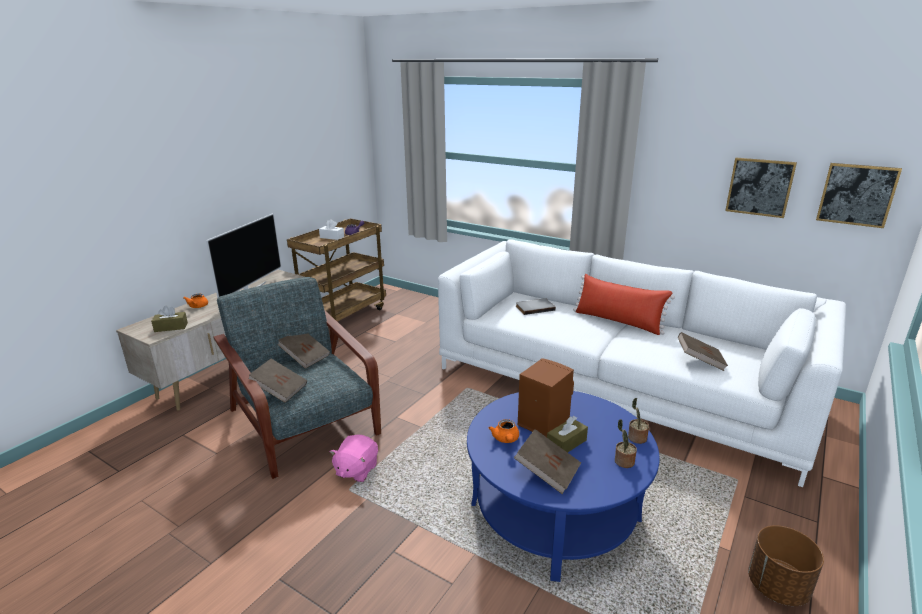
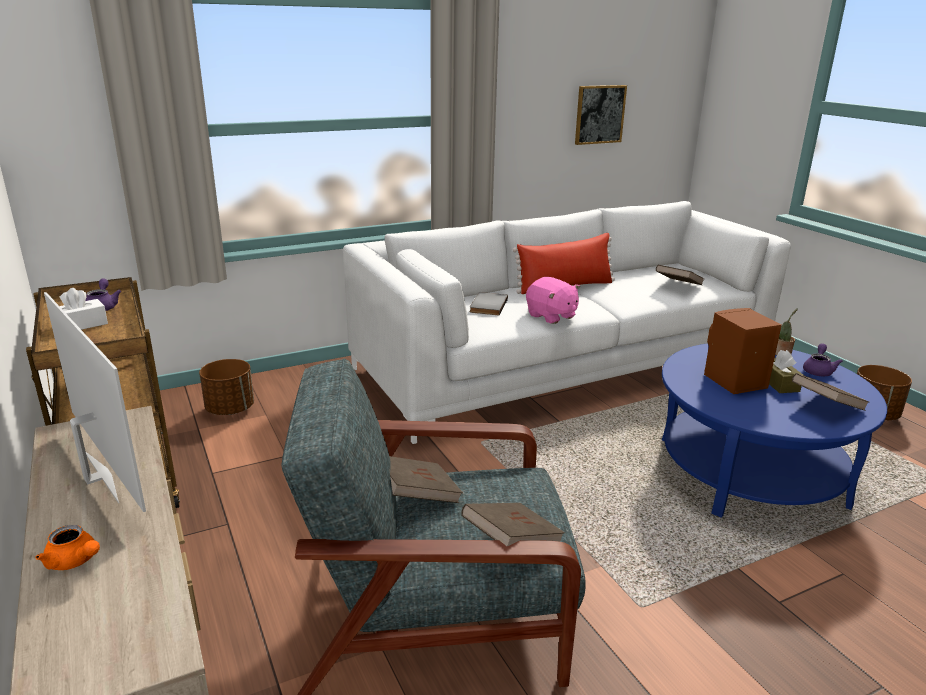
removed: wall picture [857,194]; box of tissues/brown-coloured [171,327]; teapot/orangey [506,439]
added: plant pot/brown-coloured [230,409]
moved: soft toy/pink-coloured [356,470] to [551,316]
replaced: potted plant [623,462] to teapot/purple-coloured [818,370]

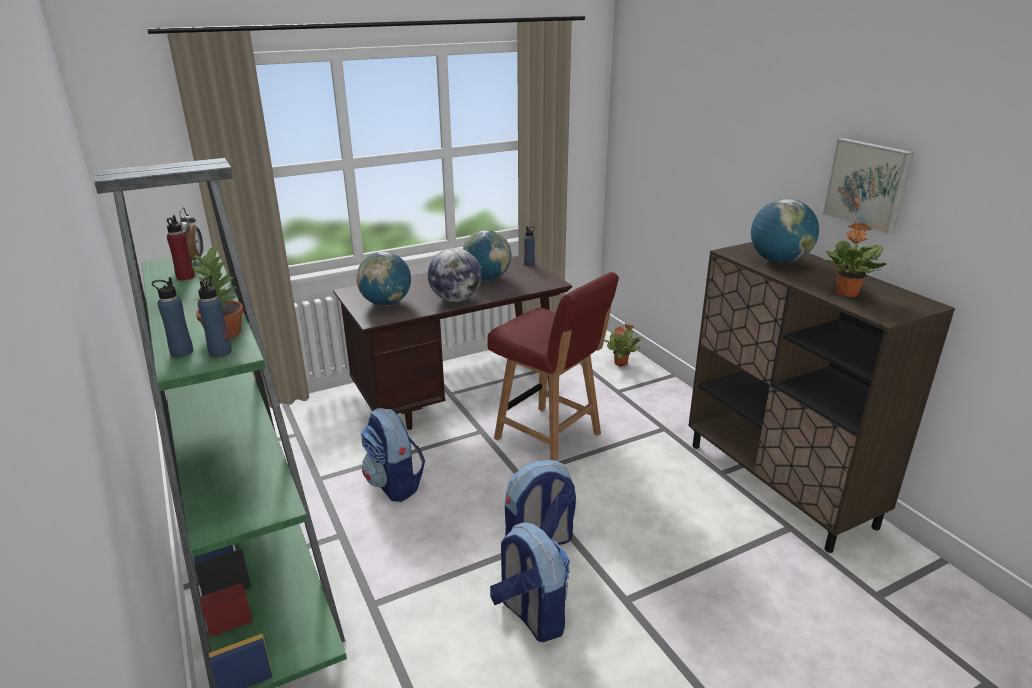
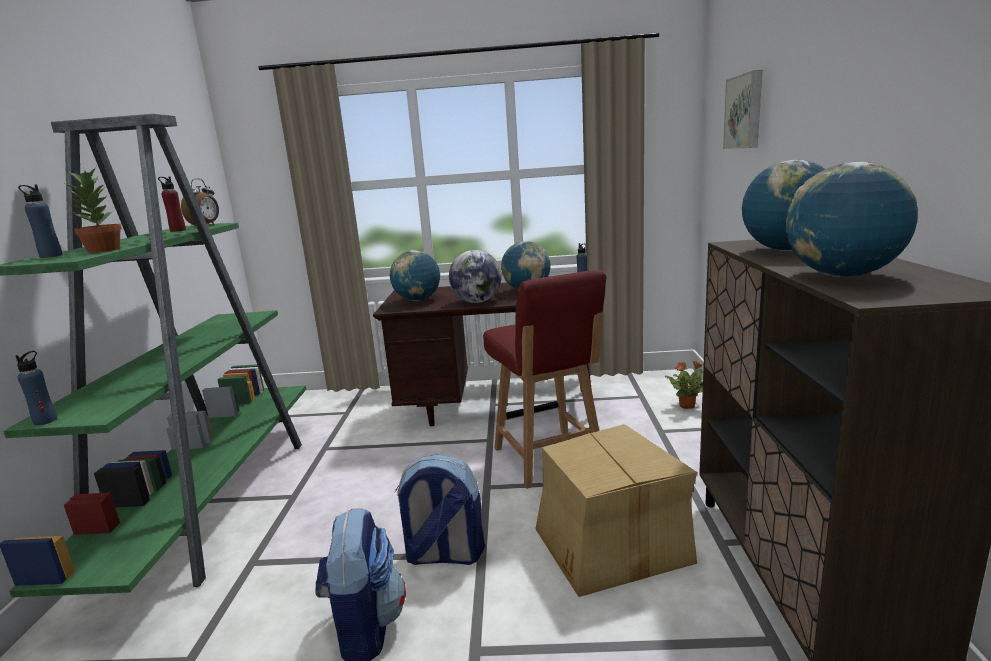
removed: backpack [395,484]
added: carton [610,544]
moved: wall picture [868,184] to [745,112]; drink bottle/blue-coloured [220,352] to [45,421]
replaced: potted plant [846,293] to world globe [842,276]

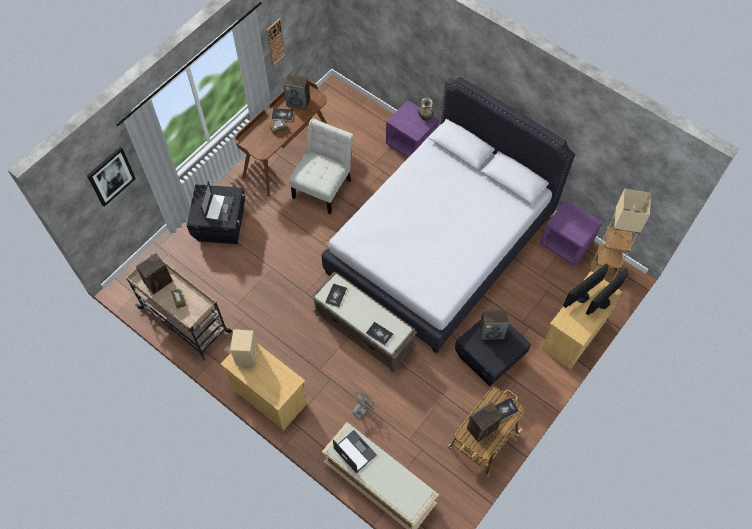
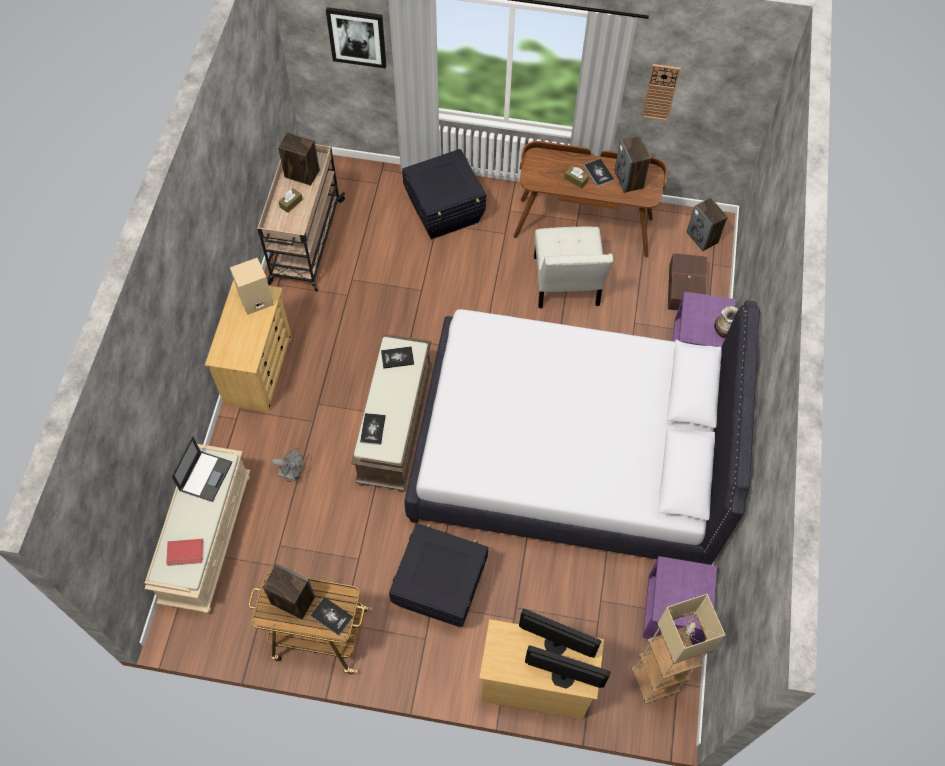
removed: portable computer [219,207]
added: storage container/brown-coloured [684,289]; bound book/red-coloured [185,553]
moved: audio speaker [491,331] to [702,237]
turned: chair/white-coloured [323,186] = [566,285] 90 degrees clockwise

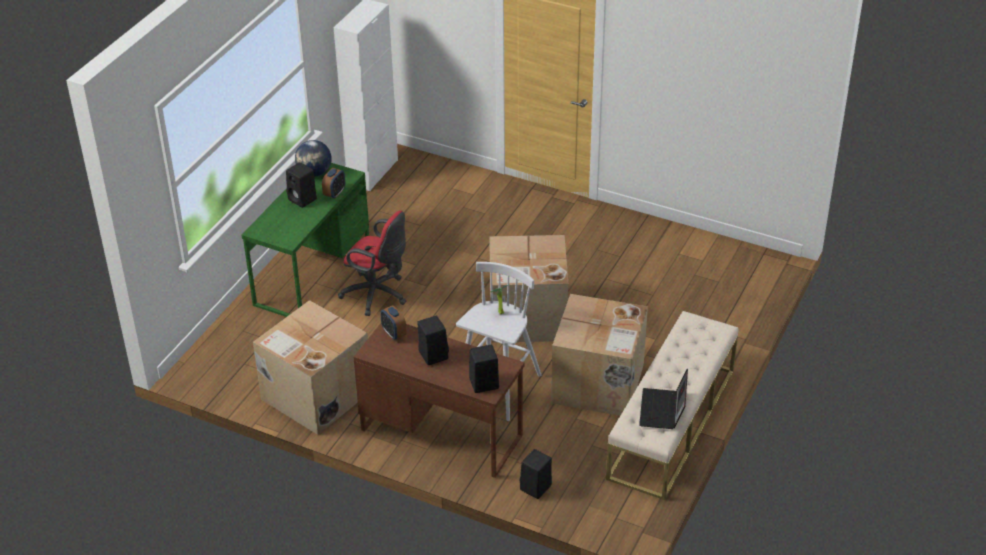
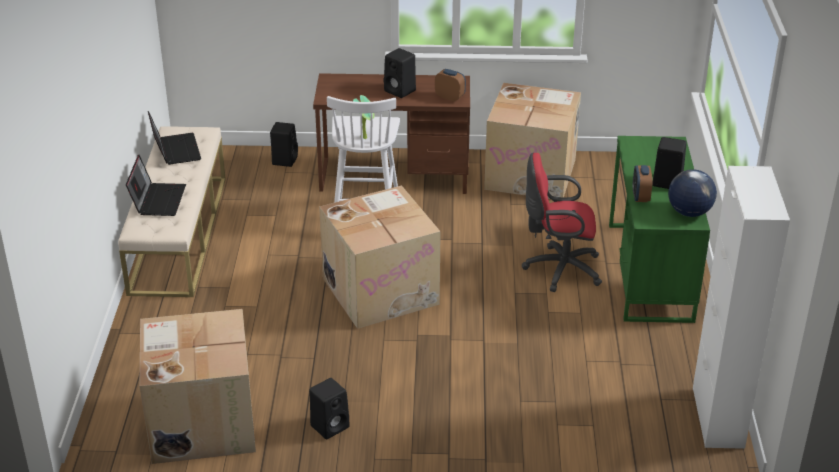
added: portable computer [158,200]
moved: carton [599,384] to [200,421]; audio speaker/black-coloured [483,384] to [330,426]

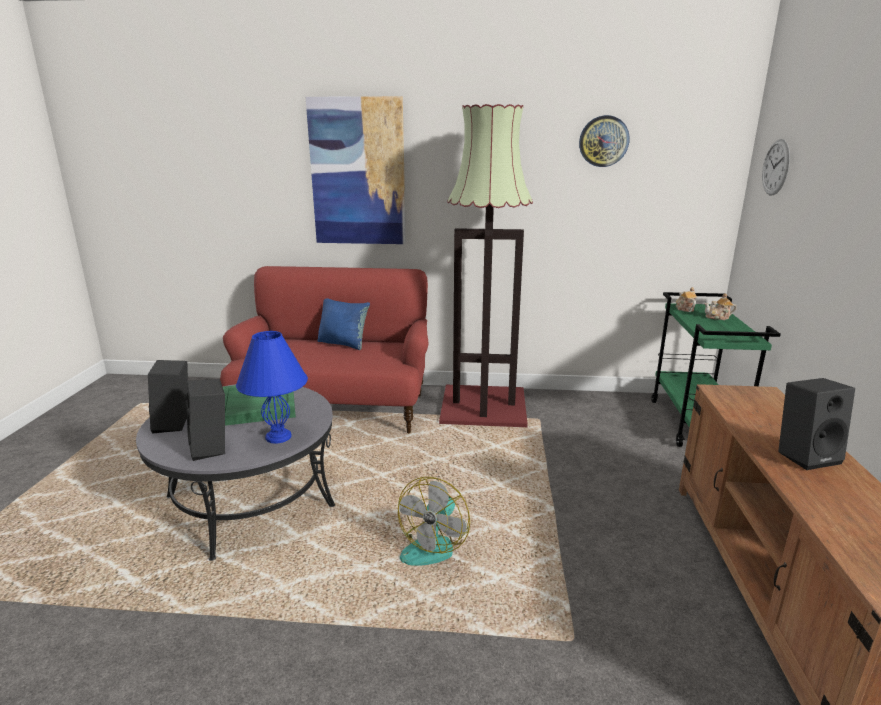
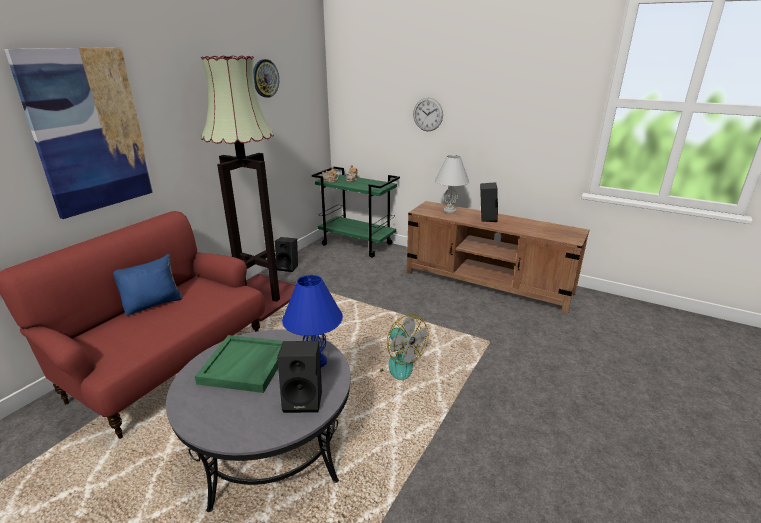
added: table lamp/white-coloured [449,210]
moved: wall clock [776,167] to [428,114]; audio speaker/black-coloured [175,424] to [288,267]

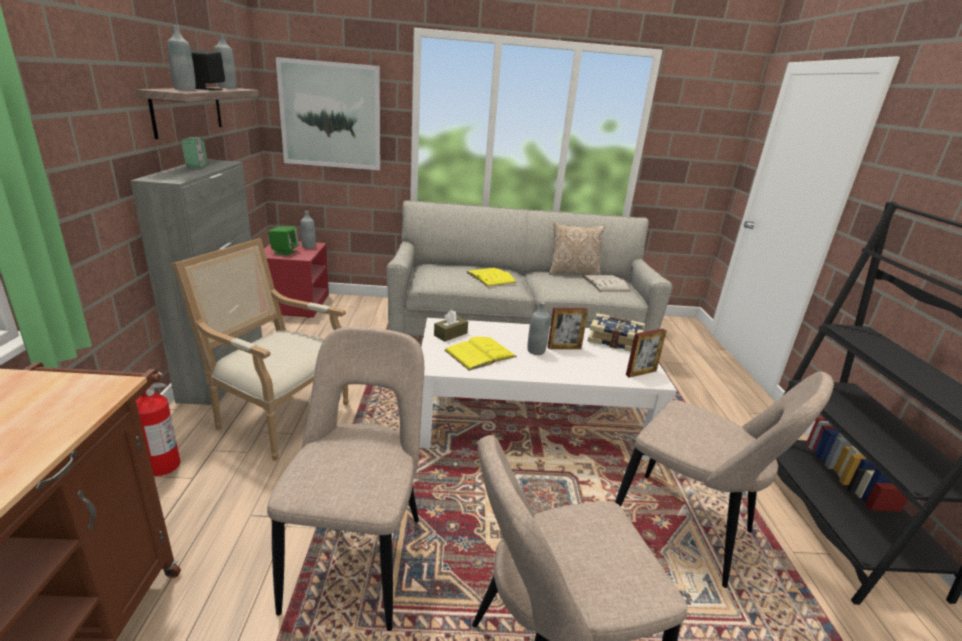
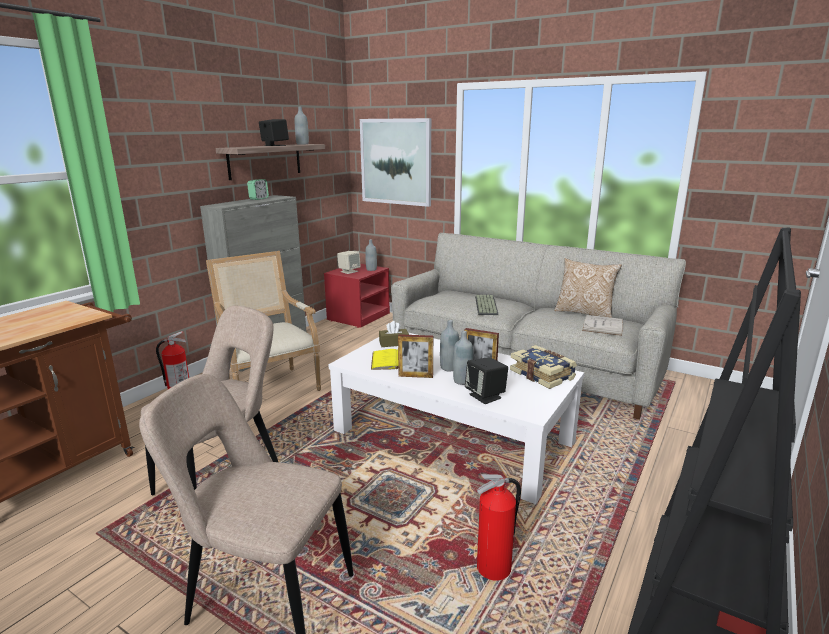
added: audio speaker/black-coloured [485,396]
moved: drink bottle/gray [185,89] to [462,381]; picture frame [641,373] to [415,376]
replaced: bound book/yellowish [490,277] to computer keyboard [485,305]; chair/beige [687,531] to fire-fighting cylinder [494,568]
recoloured: audio speaker/green-coloured [284,252] to audio speaker/beige [349,271]

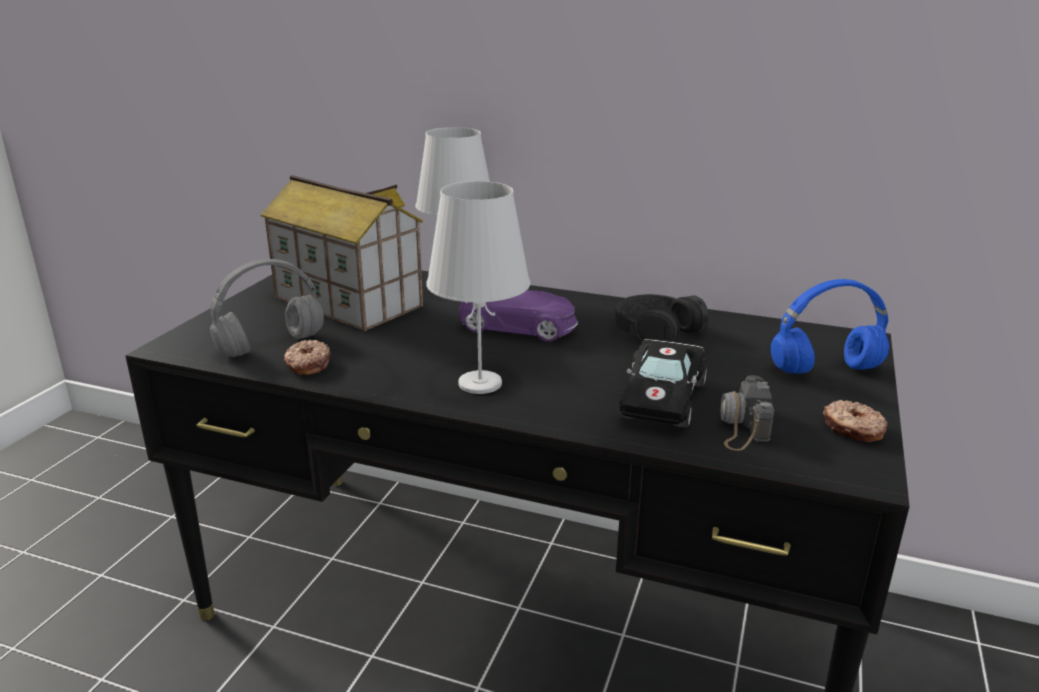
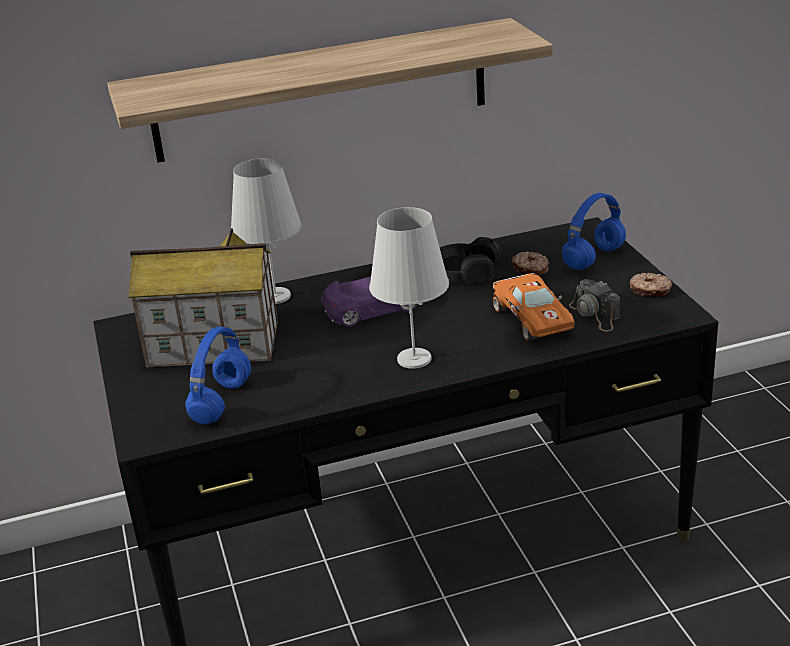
added: wall shelf [321,90]
moved: ring doughnut [307,364] to [530,269]
recoloured: headset/gray [272,345] to headset/blue-coloured [221,401]; model car/black-coloured [662,397] to model car/orangey [532,317]

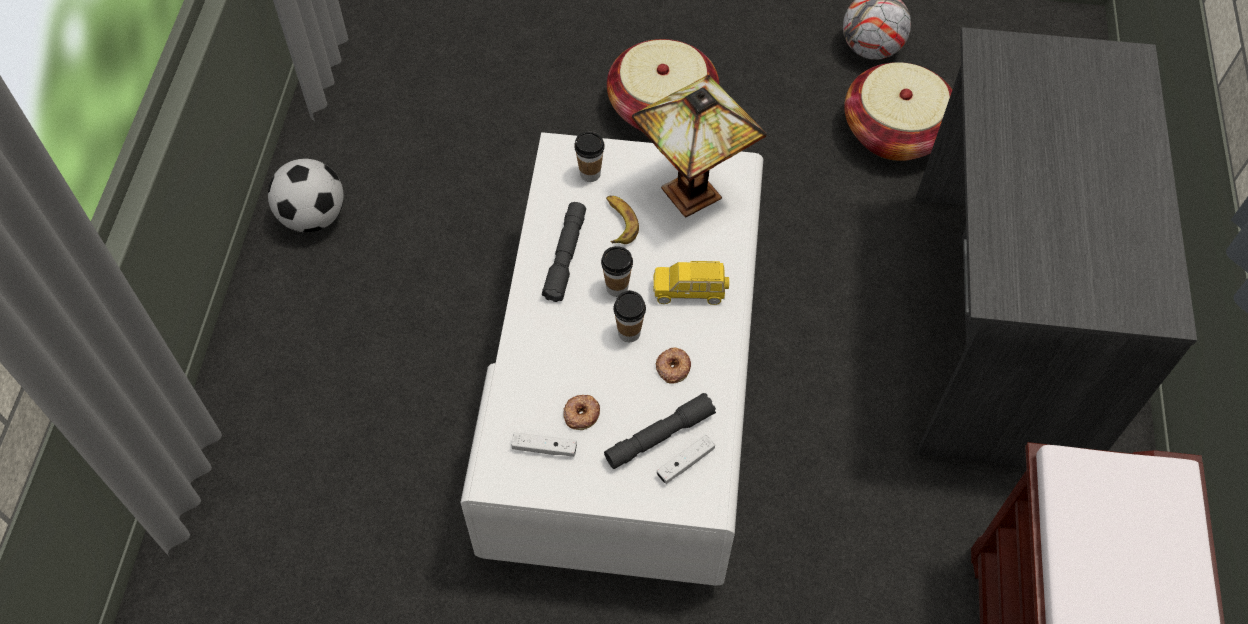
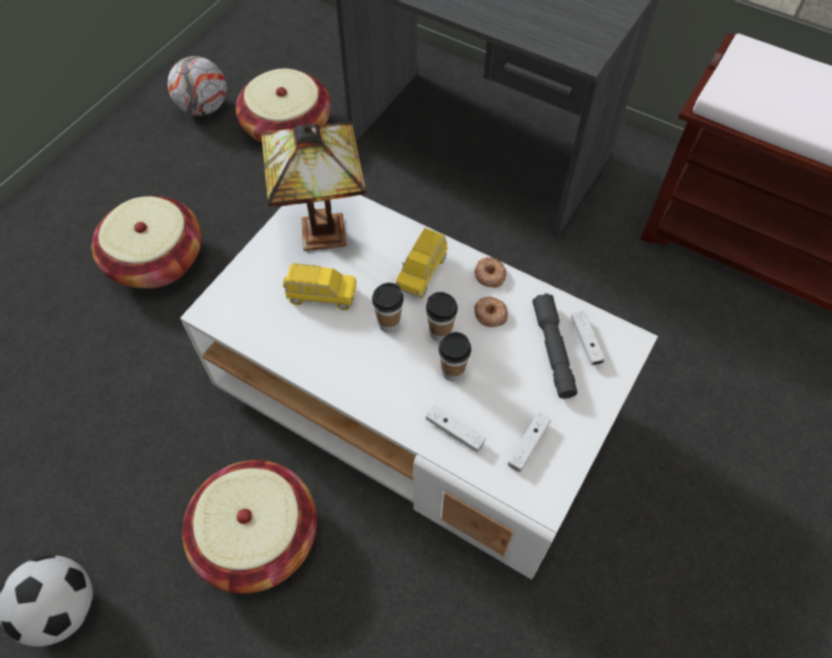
removed: hand torch/gray [565,256]
added: game controller/white-coloured [454,432]; basket [257,536]
moved: cup [590,174] to [452,372]; ring doughnut [581,414] to [489,275]
replaced: whole banana [619,222] to model car/yellowish [321,295]

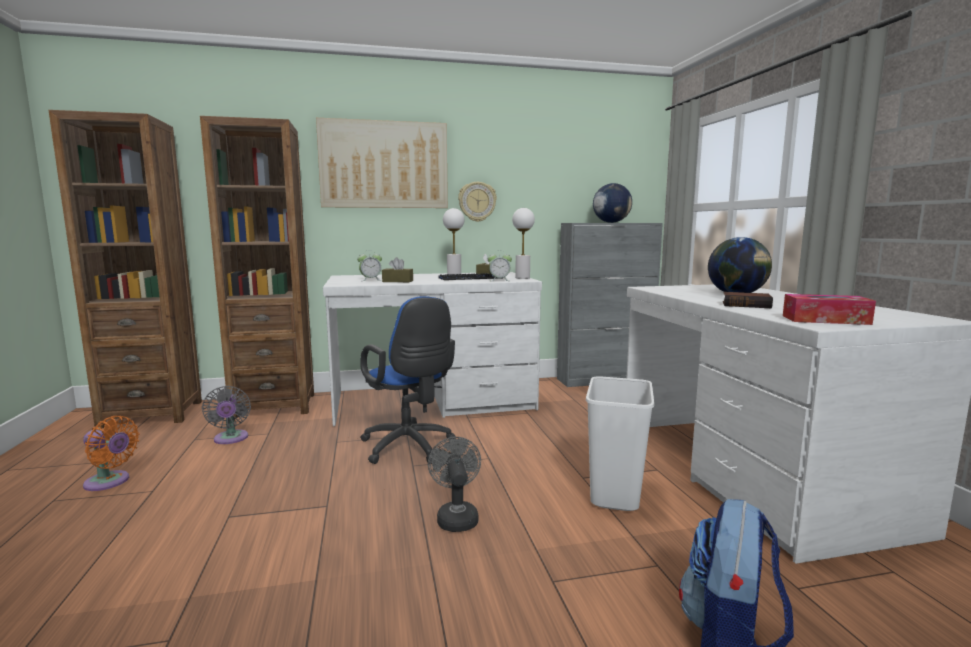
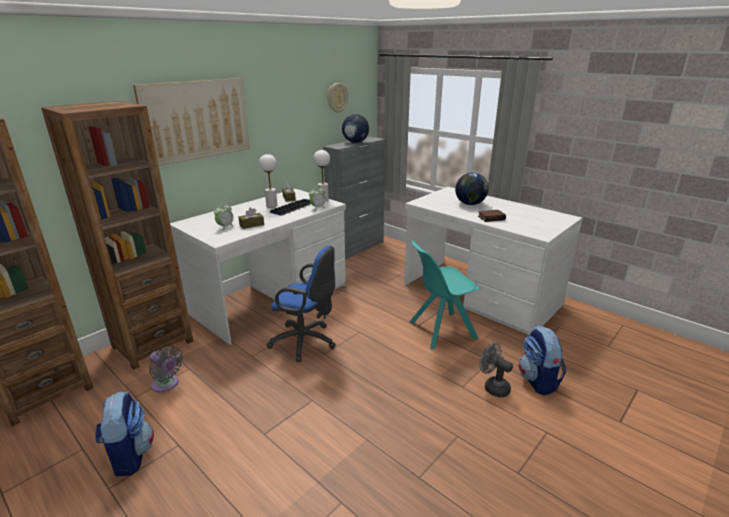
removed: box of tissues [825,320]
moved: wall clock [477,201] to [337,98]; fan/gray [456,517] to [493,387]
replaced: trash can/white-coloured [613,494] to chair/turquoise [440,330]; fan/orangey [110,482] to backpack [129,455]

